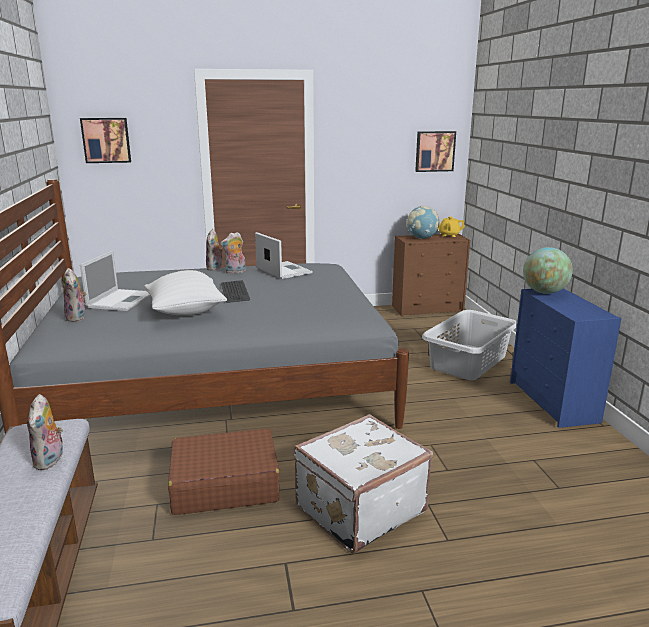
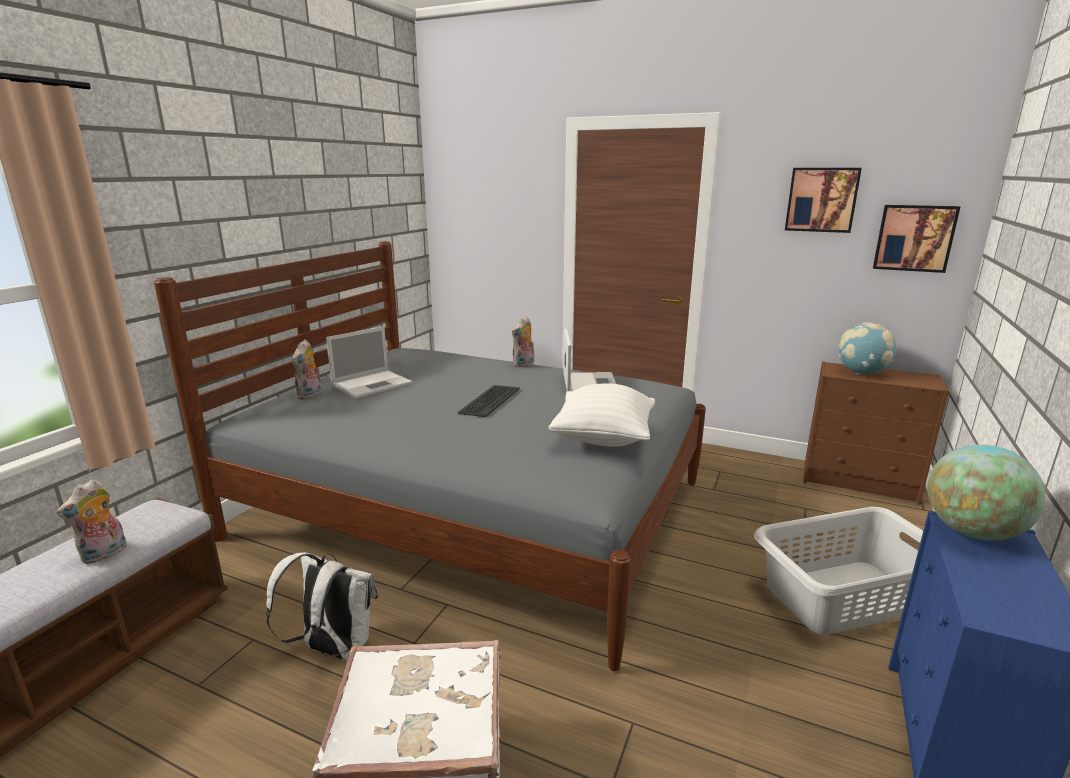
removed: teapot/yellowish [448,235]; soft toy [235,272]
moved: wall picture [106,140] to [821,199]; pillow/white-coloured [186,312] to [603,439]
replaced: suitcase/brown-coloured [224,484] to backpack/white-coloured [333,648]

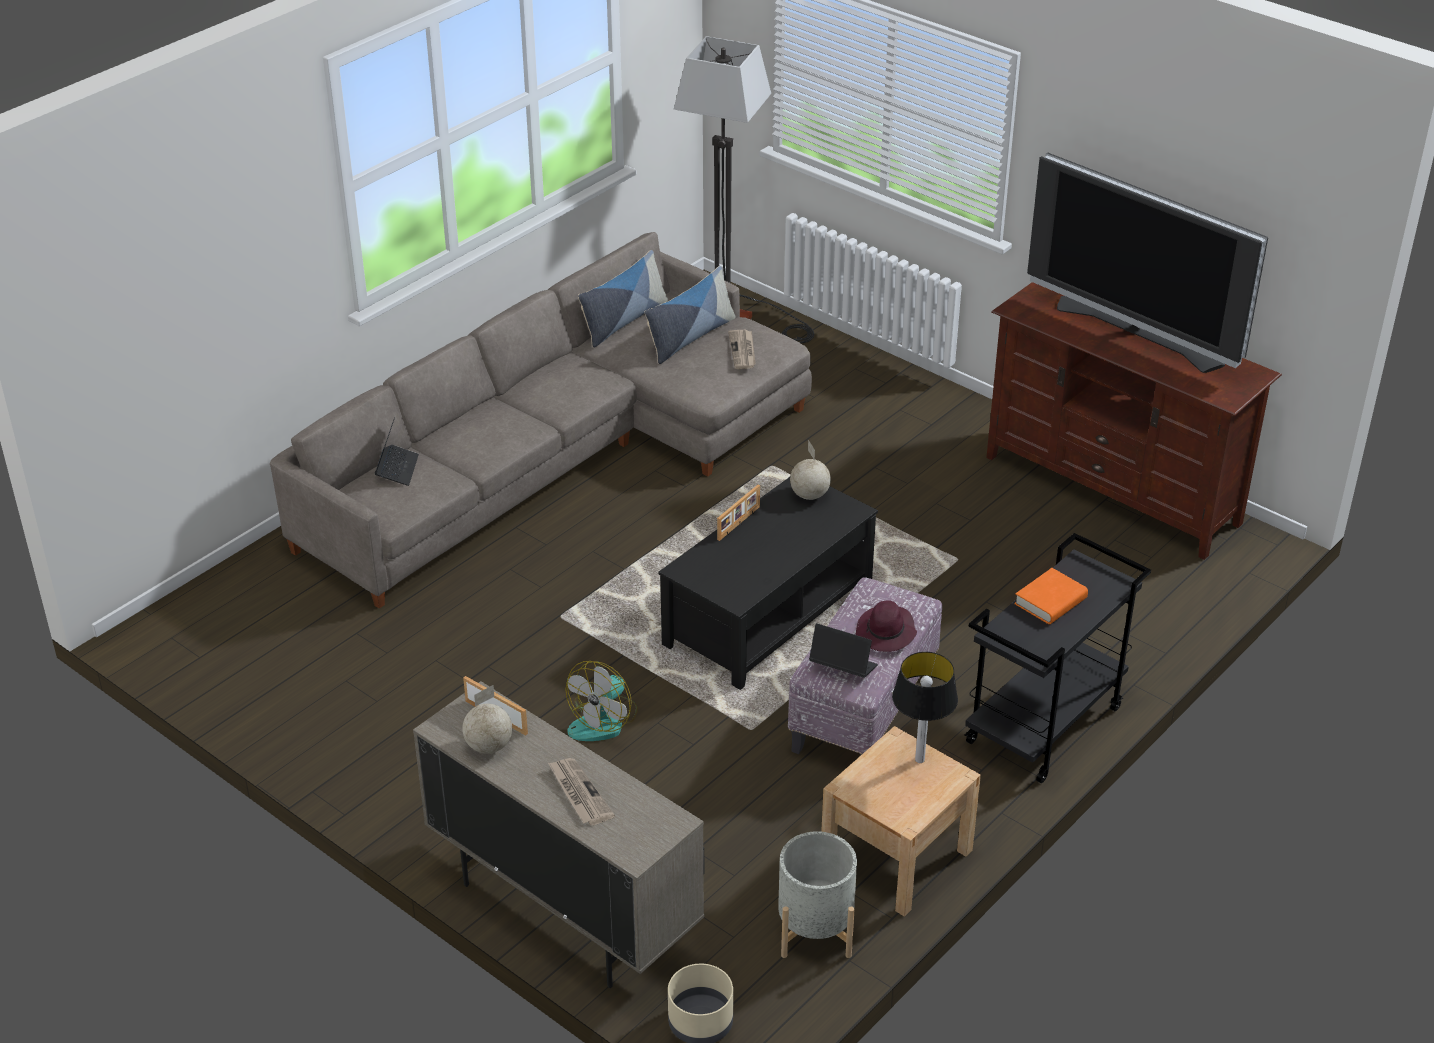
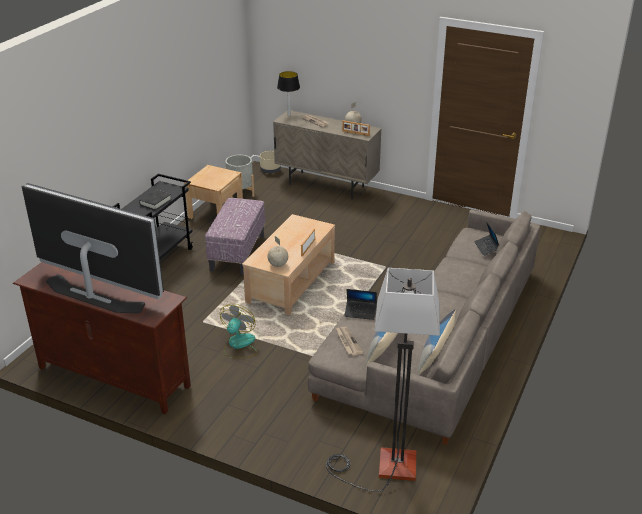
removed: hat/purple-coloured [886,633]
moved: portable computer [842,667] to [360,312]; table lamp [920,759] to [289,115]; fan [604,721] to [239,345]
recoloured: lounge table/black-coloured [767,614] to lounge table/beige [291,282]; bound book/orangey [1050,601] to bound book/black-coloured [155,202]

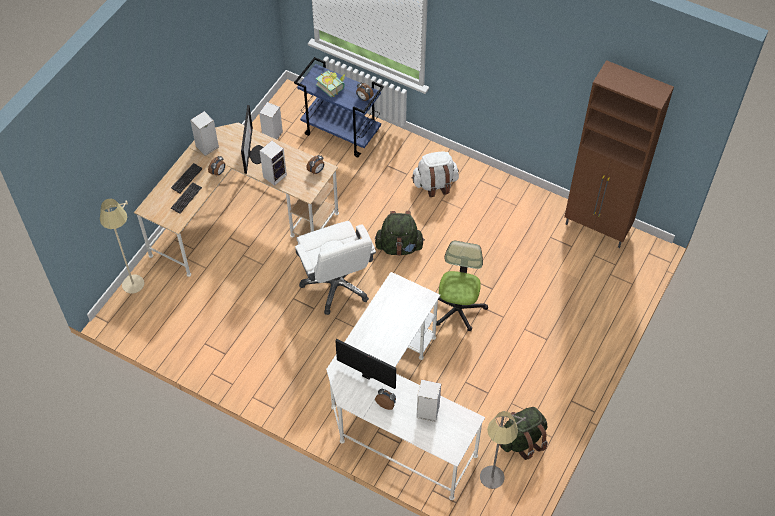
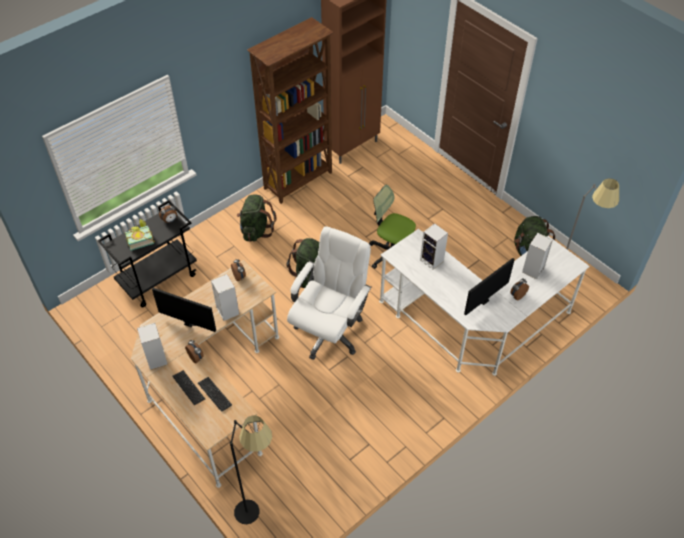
added: shelving unit/brown-coloured [299,181]
moved: audio speaker [272,135] to [432,260]
recoloured: cart/blue-coloured [342,133] to cart/black-coloured [159,279]; backpack/white-coloured [435,184] to backpack/green-coloured [256,230]; floor lamp/beige [137,291] to floor lamp/black-coloured [258,509]
turned: computer chair/white-coloured [337,285] = [329,331] 60 degrees counterclockwise

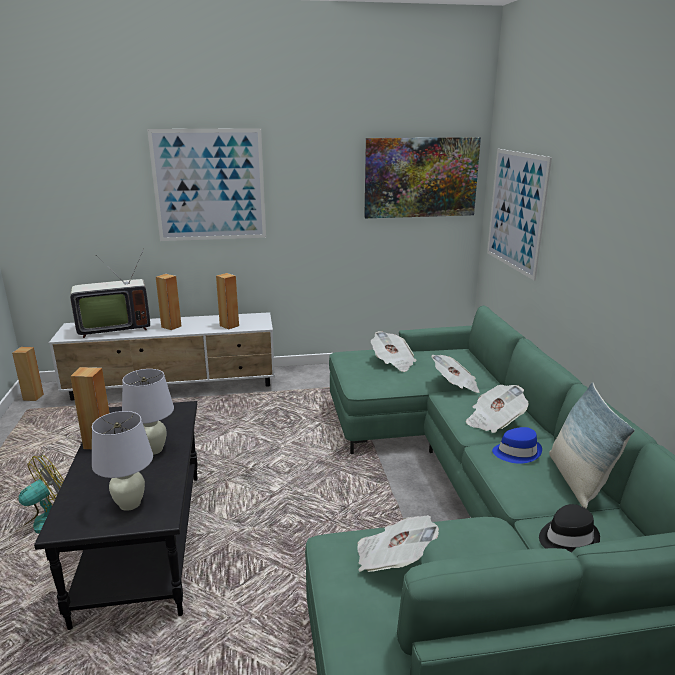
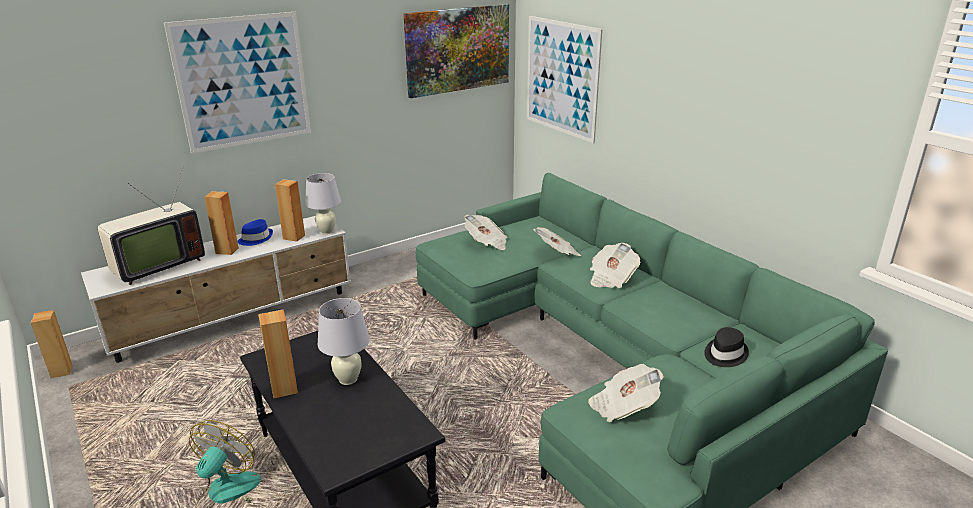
removed: pillow [577,481]
moved: table lamp/white-coloured [130,504] to [327,231]; hat/blue-coloured [516,452] to [256,239]

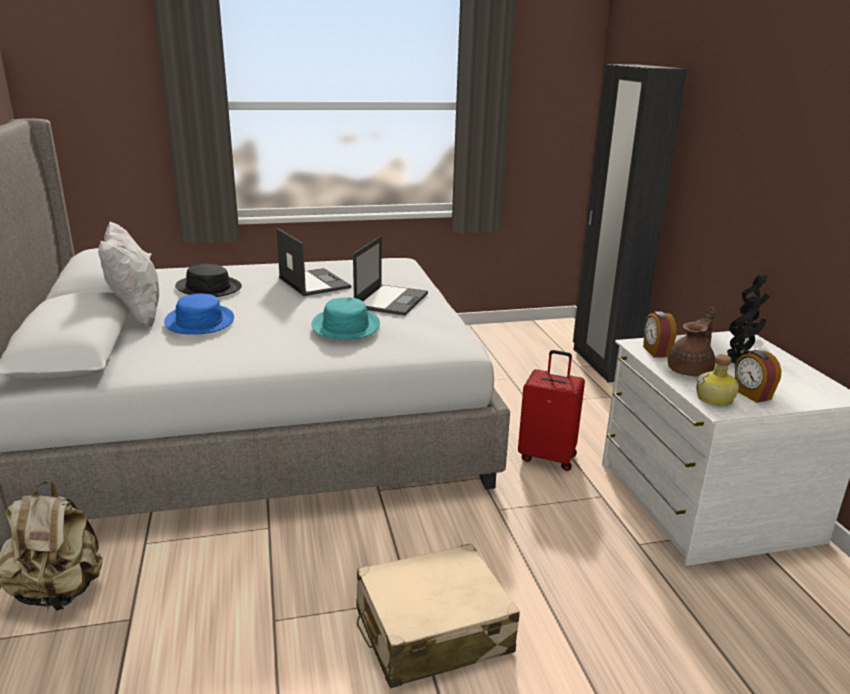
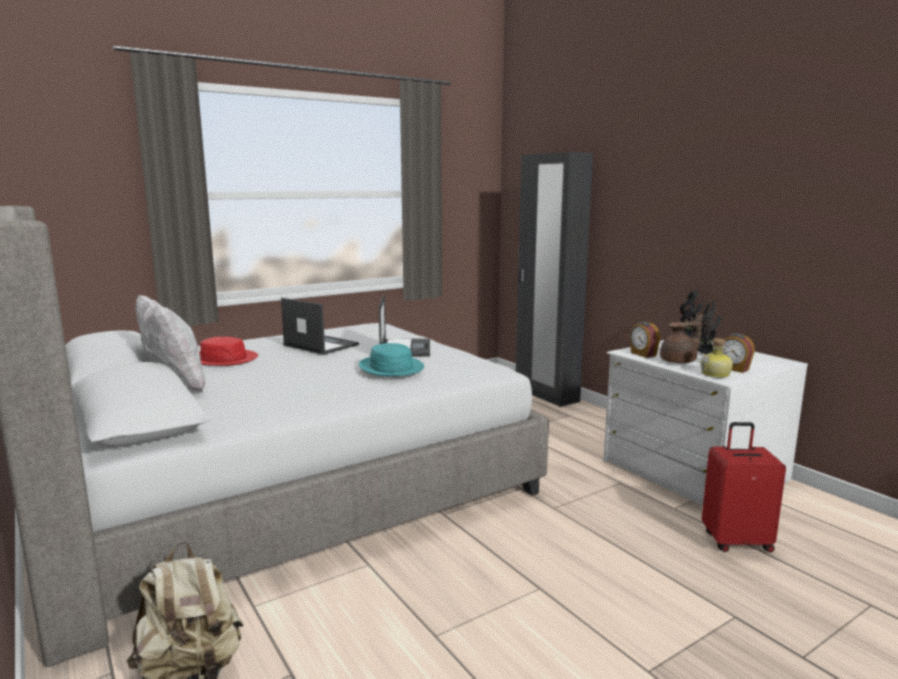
removed: hat/blue-coloured [199,321]; suitcase/beige [432,631]
moved: suitcase/red-coloured [547,456] to [736,541]
recoloured: hat/black-coloured [209,287] to hat/red-coloured [223,359]
turned: teapot/brown-coloured [691,370] = [679,361] 45 degrees clockwise

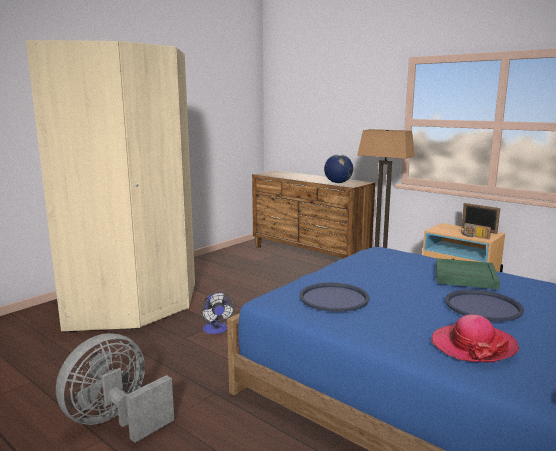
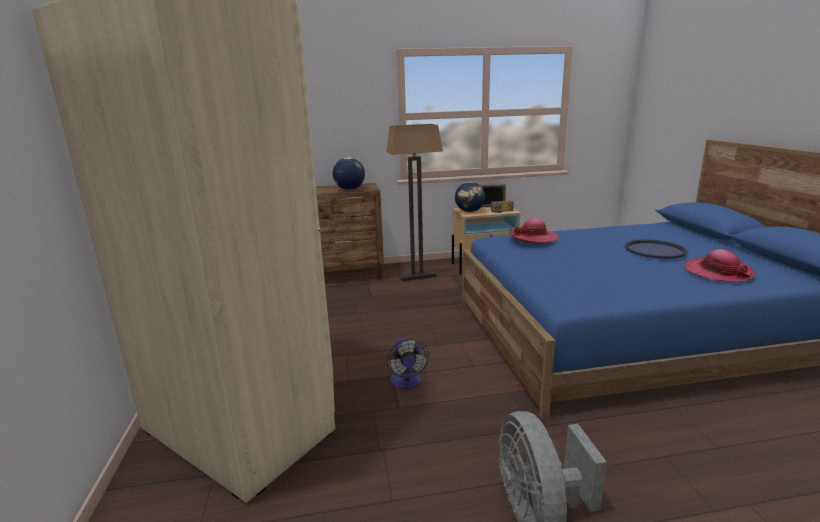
removed: tray/green-coloured [464,276]; tray/blue-coloured [333,298]
added: world globe [469,211]; hat [533,238]
turned: fan [216,330] = [406,382] 60 degrees clockwise

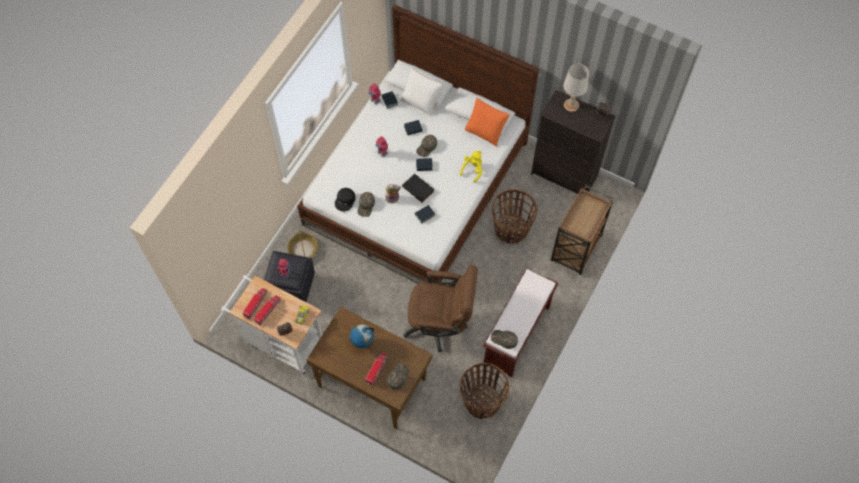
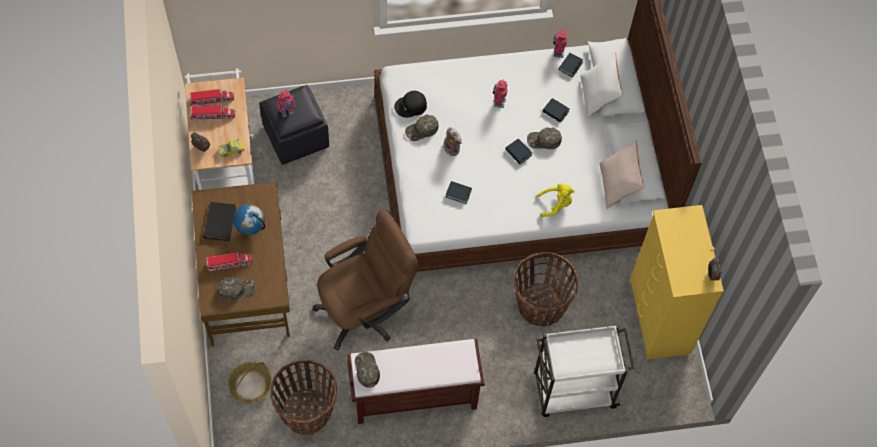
removed: table lamp/white-coloured [571,105]
moved: bound book/black-coloured [418,188] to [221,223]; basket [303,249] to [250,385]
recoloured: drawer chest/black-coloured [564,176] to drawer chest/yellowish [658,318]; pillow/orangey [486,130] to pillow/beige [618,185]; cart/brown-coloured [575,249] to cart/white-coloured [572,391]
turned: computer chair/brown-coloured [440,324] = [366,309] 90 degrees counterclockwise

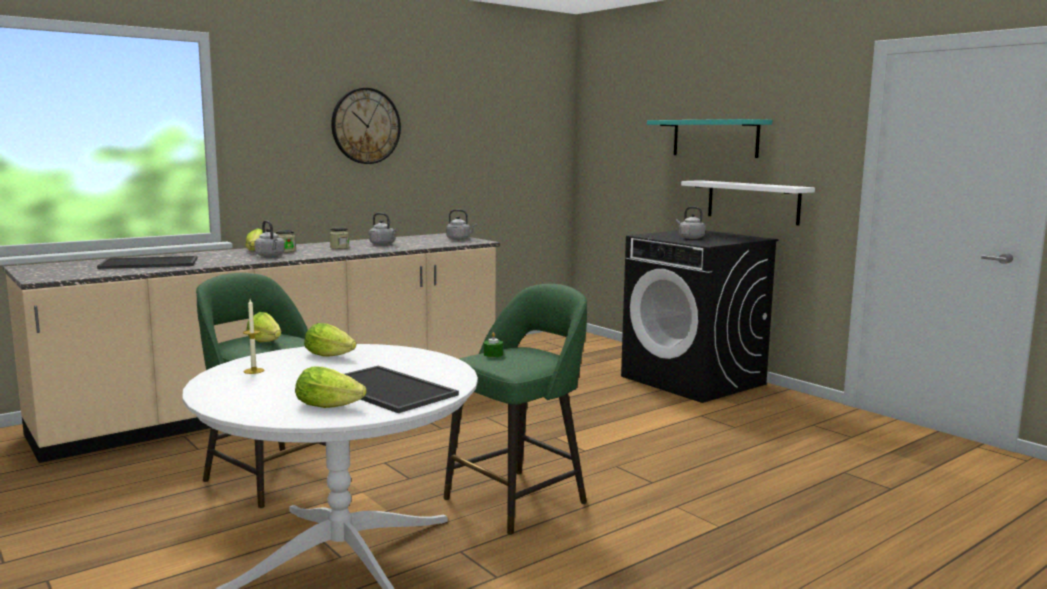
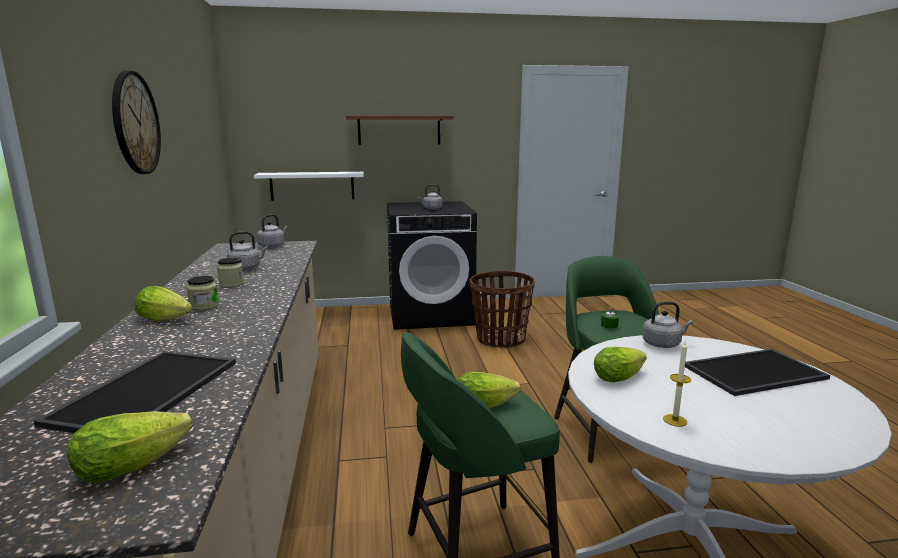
added: basket [500,339]
moved: wall shelf/white-coloured [753,202] to [312,186]; water kettle/gray [270,256] to [663,344]; head of lettuce [332,406] to [139,463]
recoloured: wall shelf/turquoise [715,138] to wall shelf/brown-coloured [399,130]

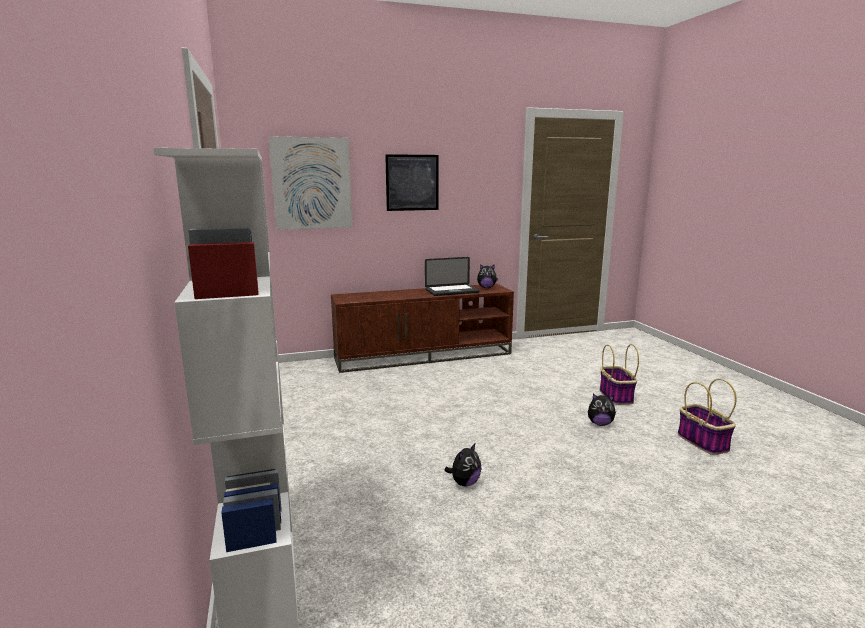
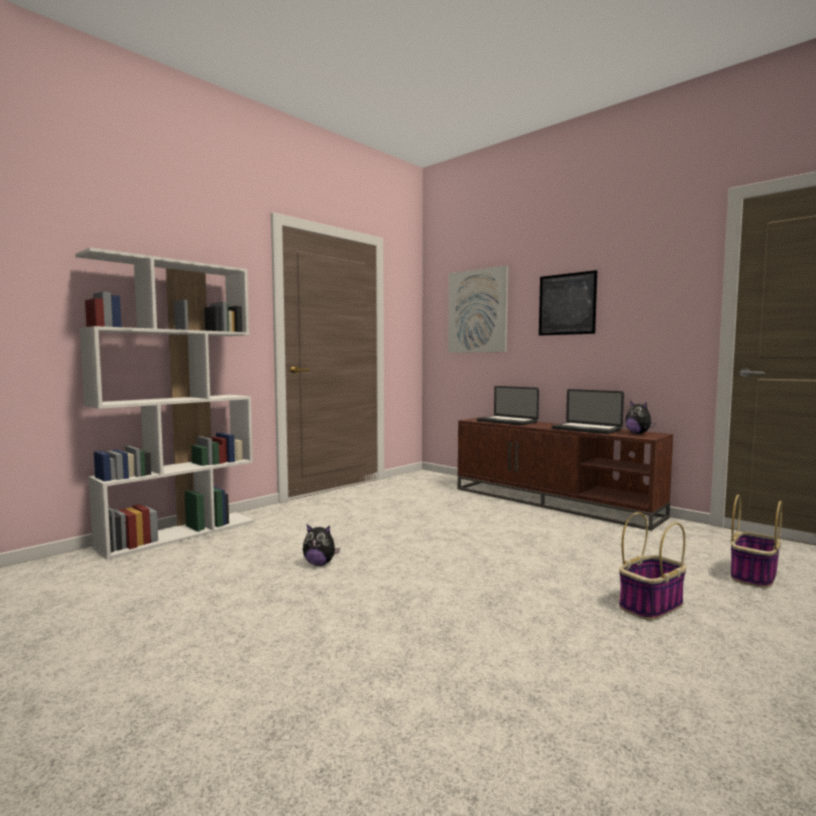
removed: soft toy [600,424]
added: portable computer [507,421]
moved: basket [701,441] to [753,575]

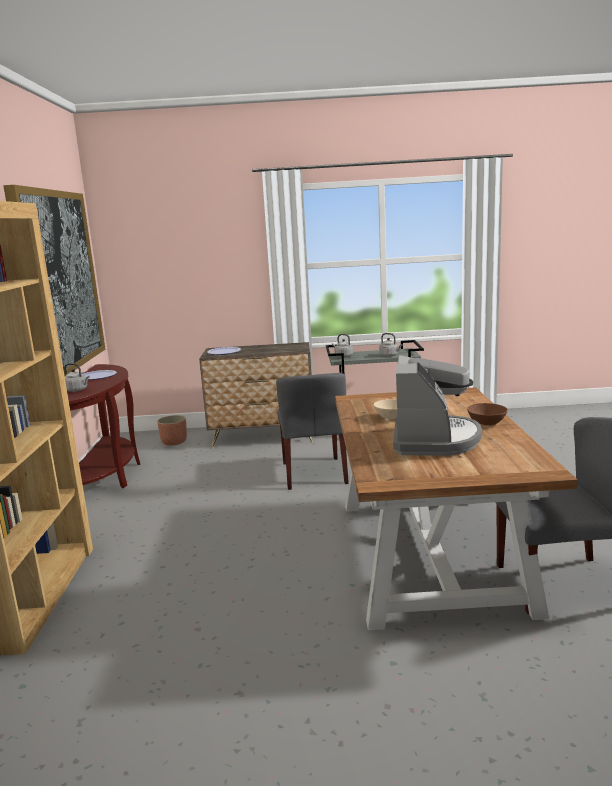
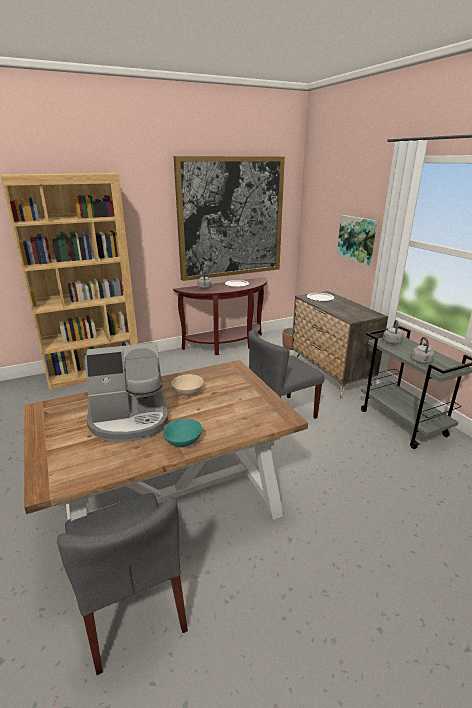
added: wall picture [357,239]
recoloured: bowl/brown-coloured [487,422] to bowl/turquoise [183,441]

